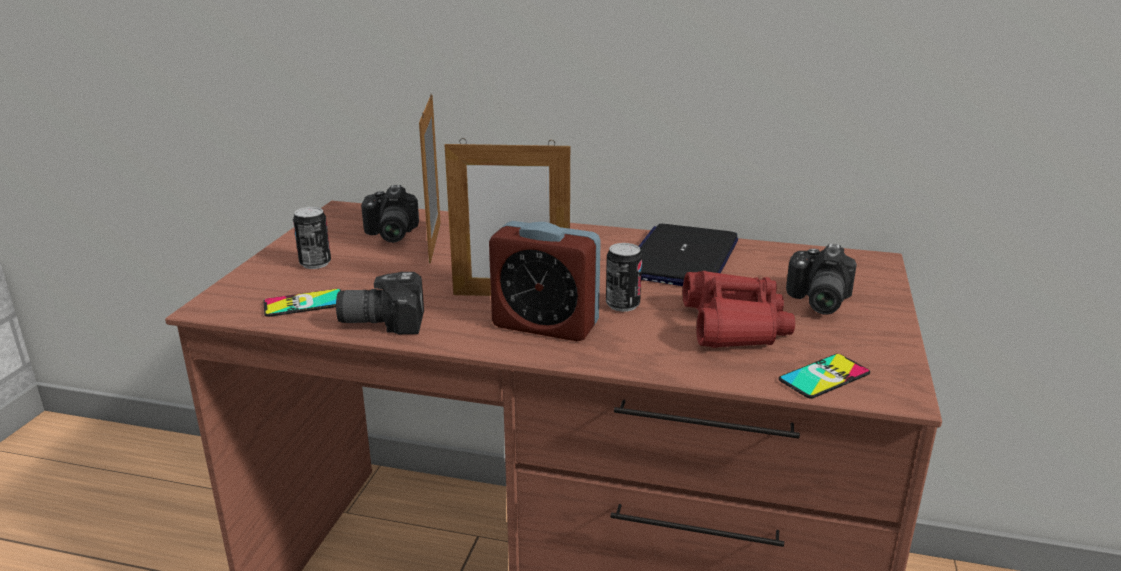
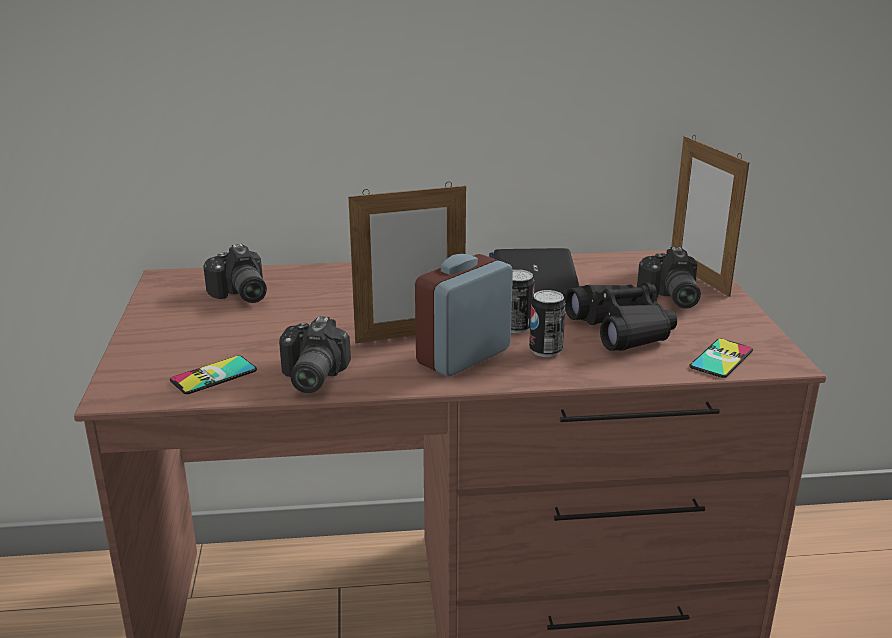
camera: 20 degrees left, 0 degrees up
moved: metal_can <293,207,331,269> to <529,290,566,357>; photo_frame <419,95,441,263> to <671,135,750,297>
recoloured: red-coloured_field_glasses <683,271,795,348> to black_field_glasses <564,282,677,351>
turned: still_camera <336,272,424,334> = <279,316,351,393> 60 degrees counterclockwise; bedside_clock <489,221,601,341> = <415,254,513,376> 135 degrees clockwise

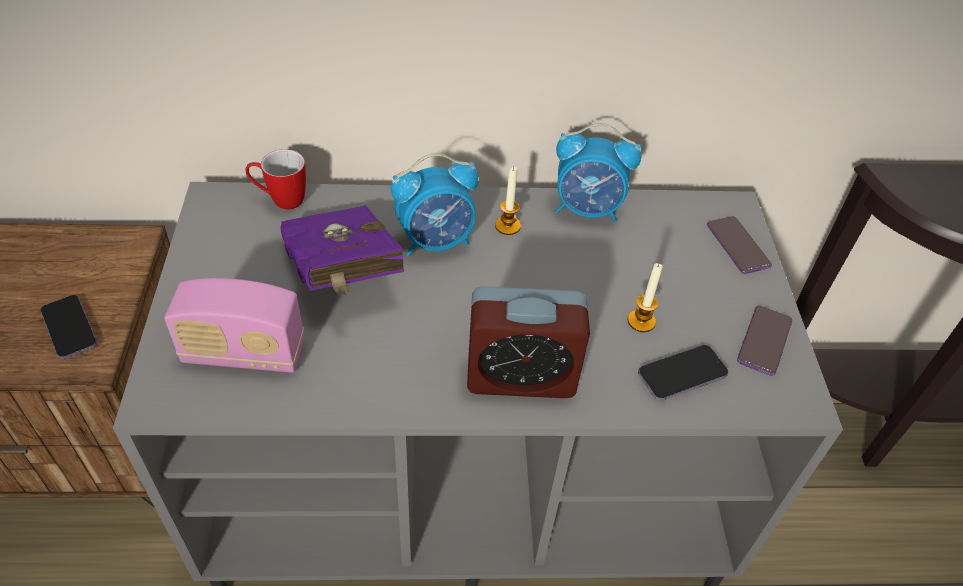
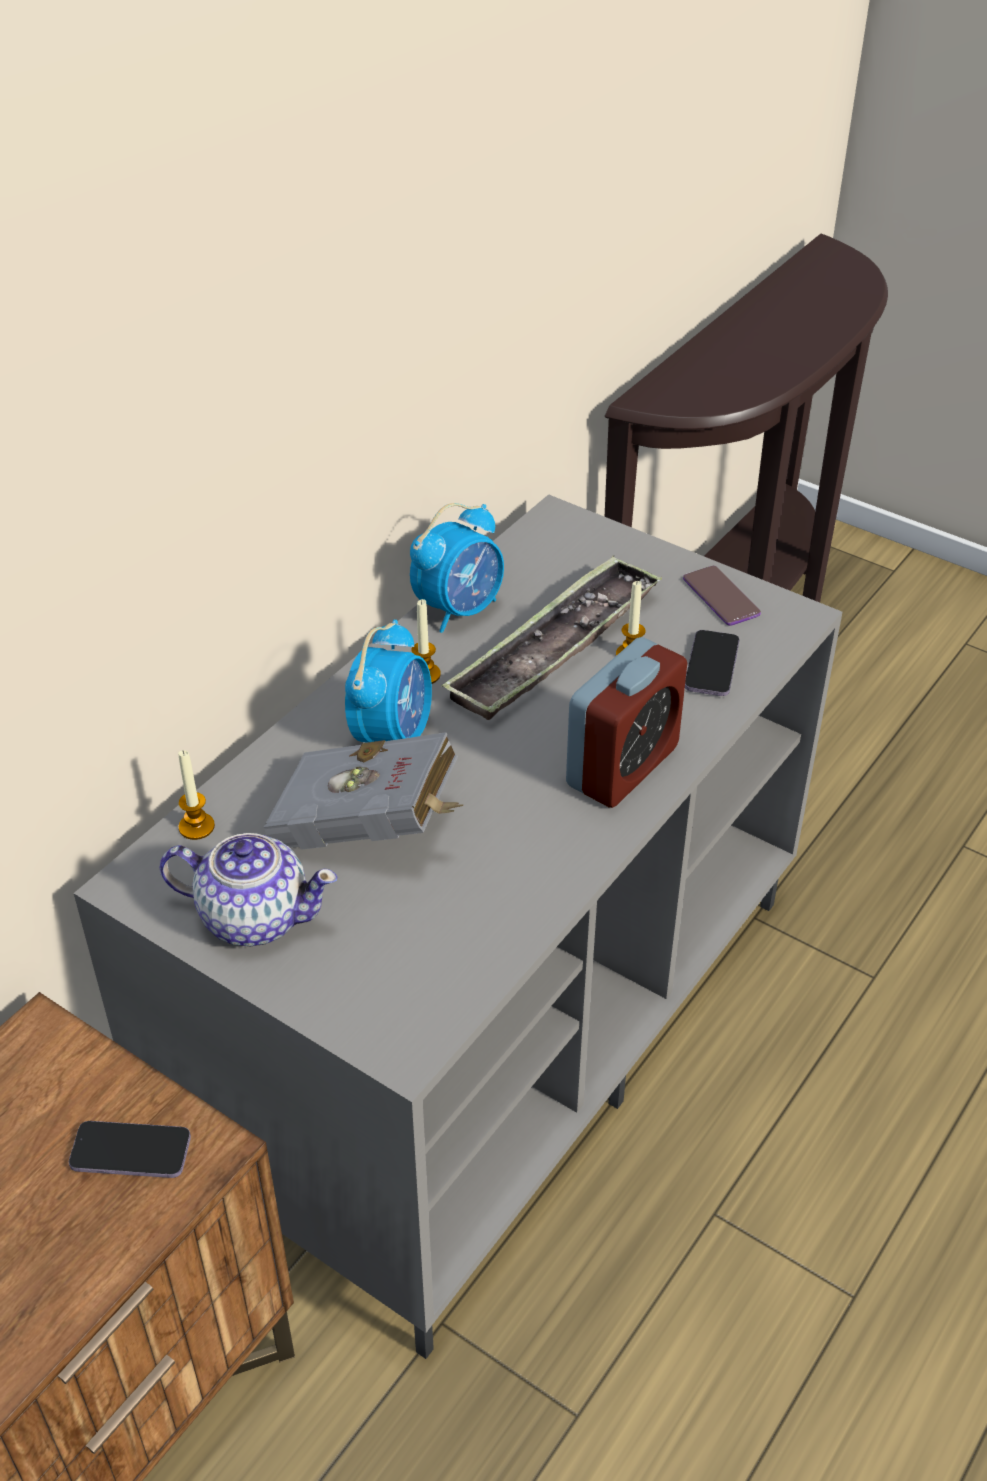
camera: 50 degrees left, 5 degrees down
removed: radio <165,278,304,373>; handset <707,216,772,274>
added: tea_pot <160,833,337,946>; carrying_tray <441,556,662,720>
replaced: coffee_mug <246,149,306,210> to wax_candle <178,750,215,840>
recoloured: purplish_bound_book <281,205,404,295> to gray_bound_book <264,732,463,850>

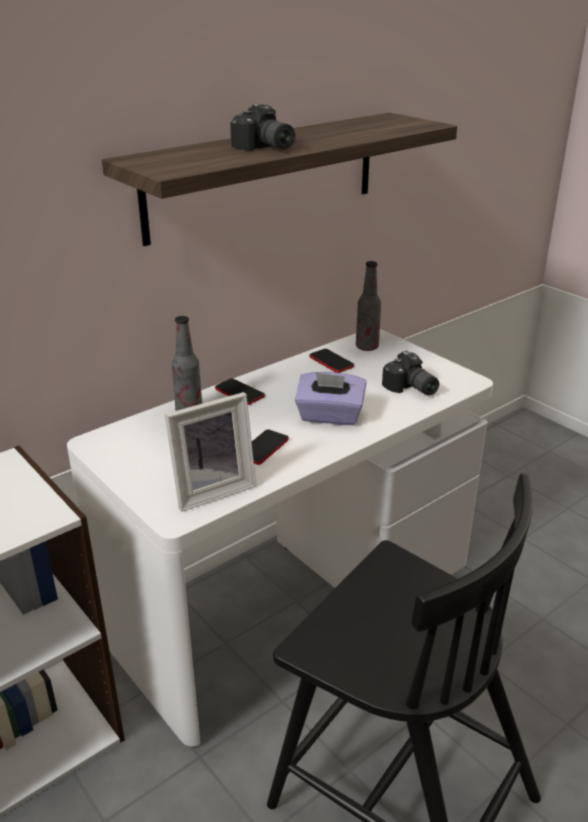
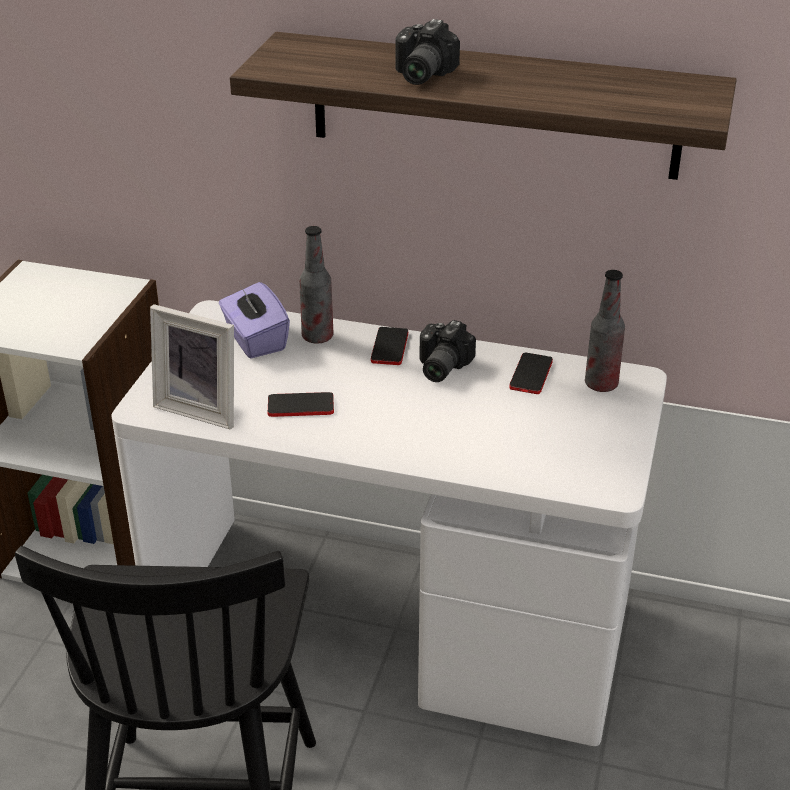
camera: 55 degrees right, 5 degrees up
moved: purplish_tissue_box <295,372,366,425> to <219,282,290,358>; still_camera <382,351,439,396> to <419,320,476,382>

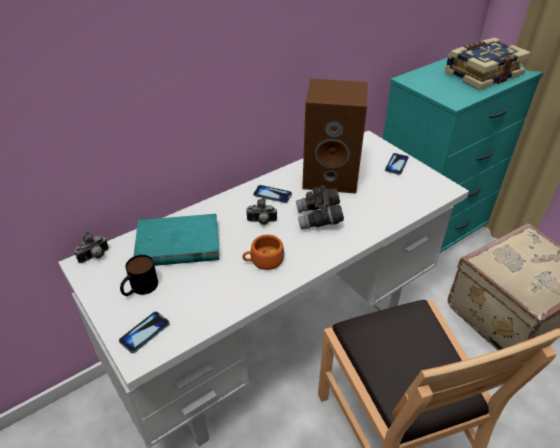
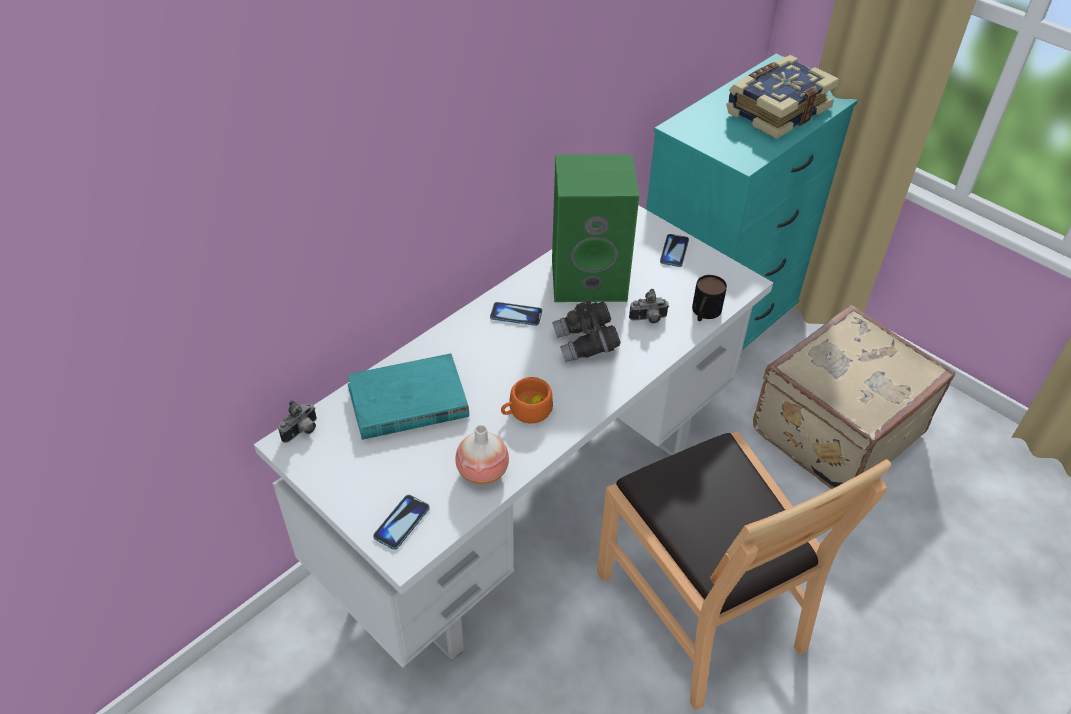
camera: 10 degrees left, 5 degrees up
added: vase <455,425,509,485>
moved: coffee_mug <120,255,158,296> to <692,275,727,321>; still_camera <246,197,277,225> to <629,289,669,323>
recoloured: brown-coloured_speaker <302,79,368,194> to green_speaker <552,154,639,302>

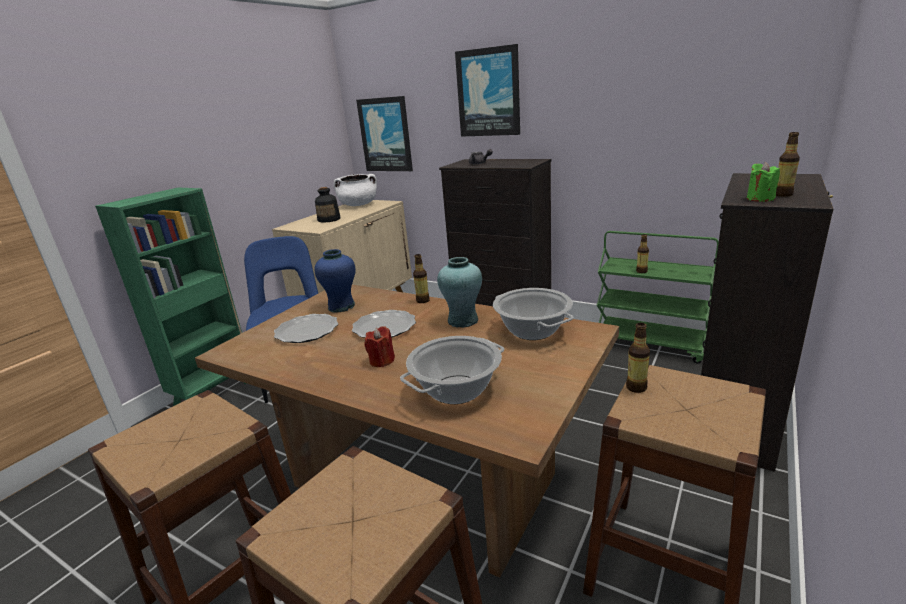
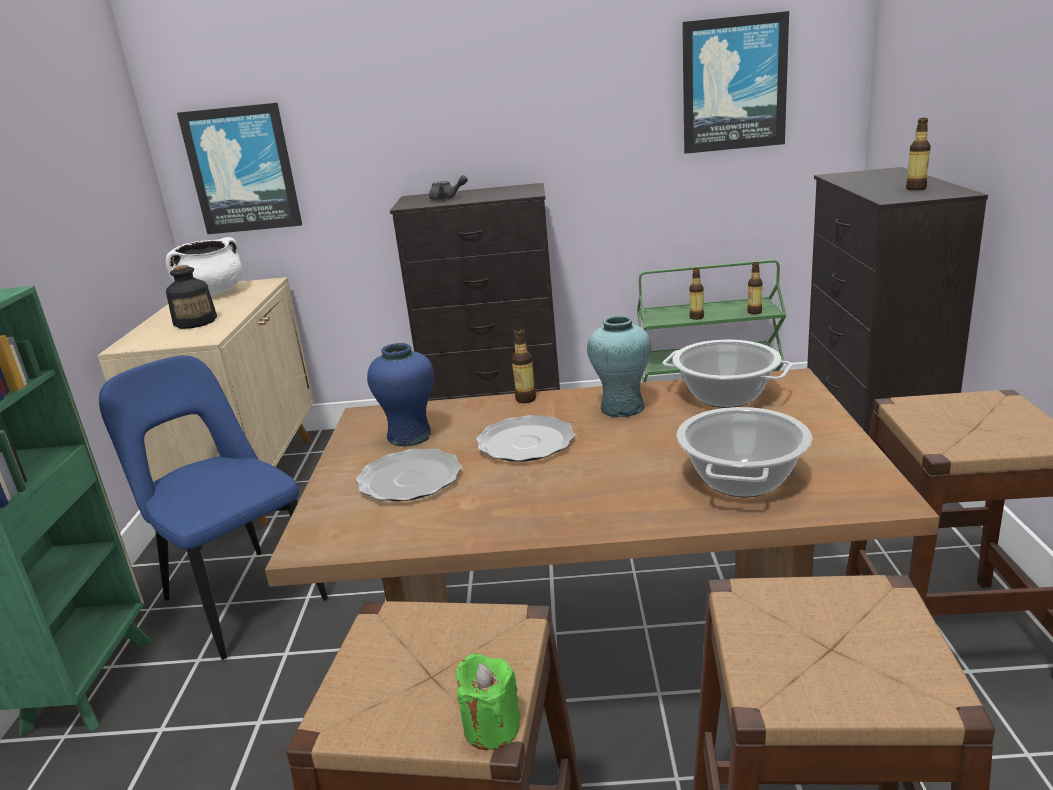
camera: 30 degrees left, 0 degrees up
removed: red-coloured_wax_candle <365,326,395,367>
moved: wall_picture <455,44,520,137> to <682,11,789,154>; beverage_bottle <626,322,650,393> to <747,262,763,314>; green_wax_candle <747,162,780,202> to <456,653,521,750>

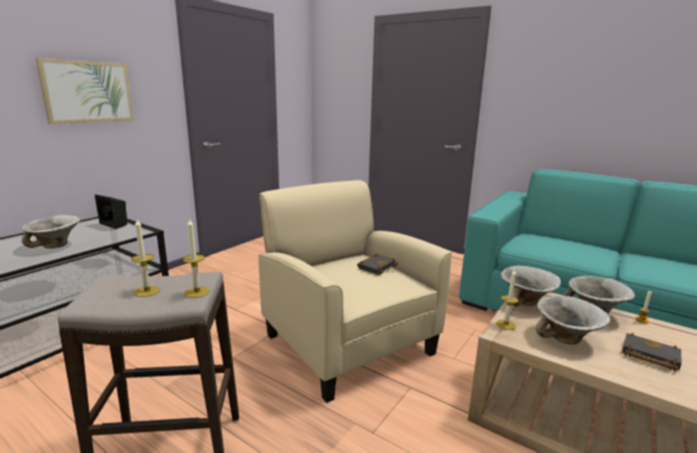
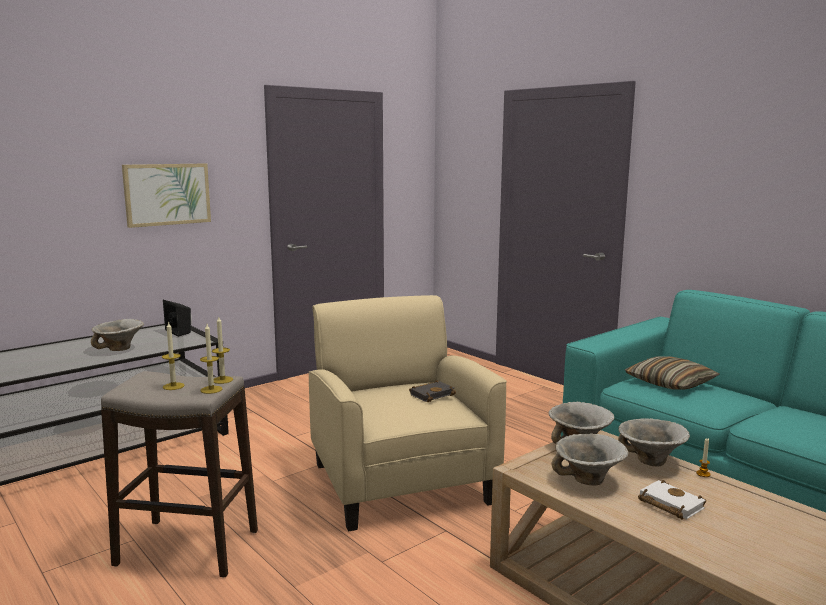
camera: 15 degrees right, 5 degrees down
added: cushion <625,356,719,390>
moved: wax_candle <496,269,519,330> to <212,317,233,384>
recoloured: black_bound_book <622,333,681,371> to whitish_bound_book <638,480,706,519>

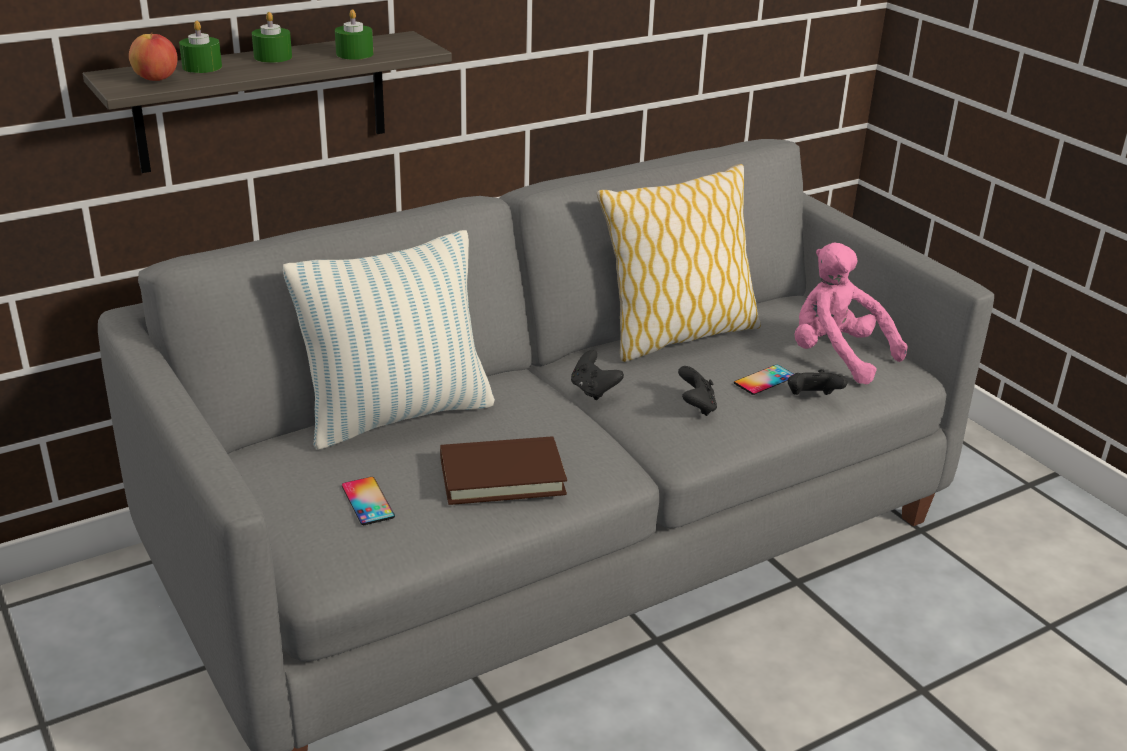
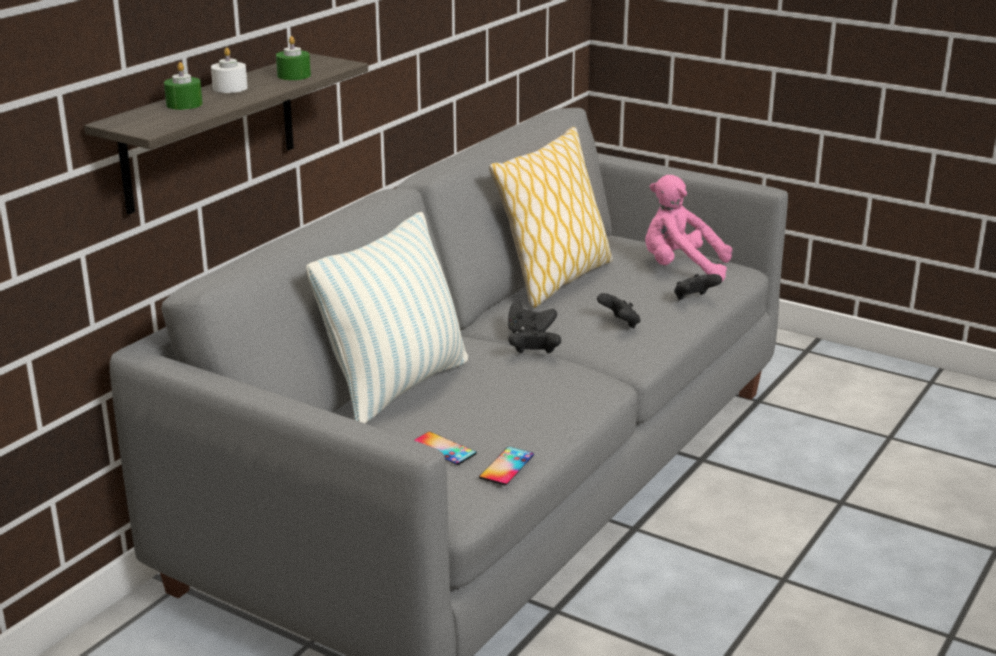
camera: 25 degrees left, 5 degrees down
removed: apple <129,33,178,81>; brown-coloured_bound_book <440,437,567,505>
added: black_joypad <508,330,561,354>
moved: handset <734,364,794,395> to <479,447,534,485>
recoloured: green_wax_candle <252,12,292,63> to whitish_wax_candle <211,47,248,93>

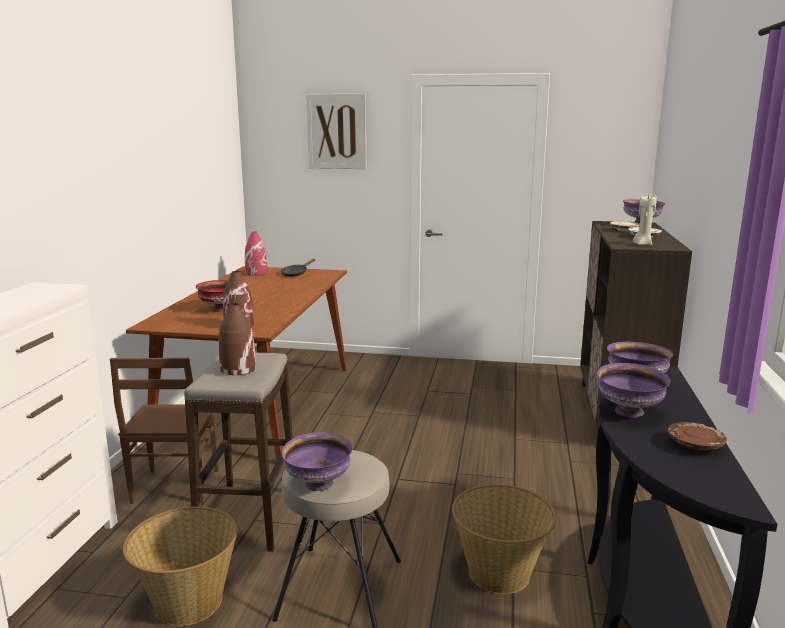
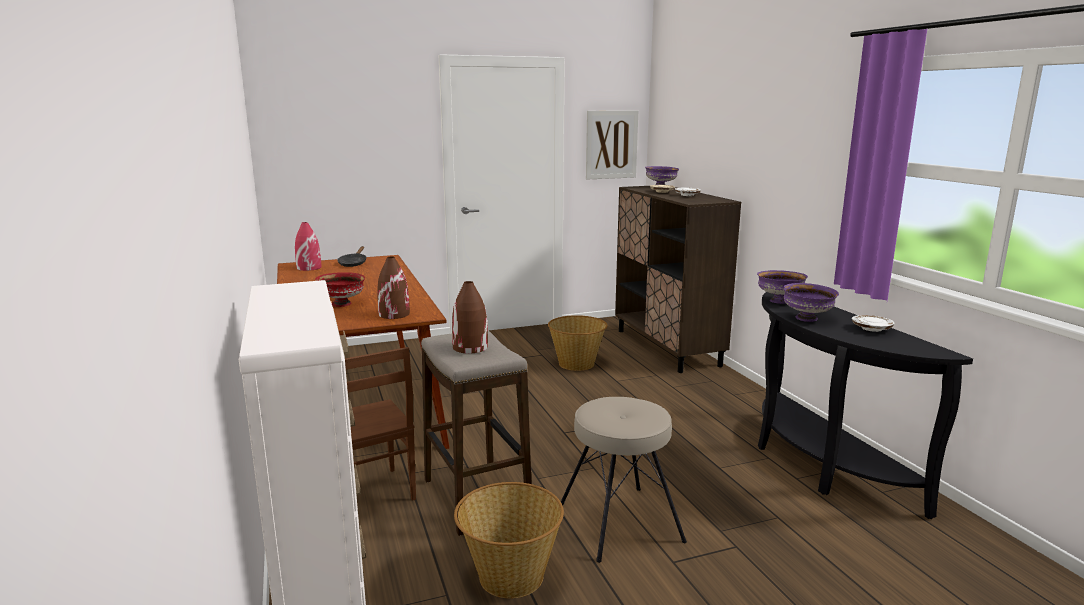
camera: 30 degrees left, 0 degrees up
removed: purplish_bowl <281,432,353,491>; beige-coloured_wax_candle <633,194,657,246>
moved: wall_picture <306,94,366,169> to <586,110,638,179>; storage_basket <452,484,557,594> to <548,315,608,371>
recoloured: brown-coloured_plate <668,422,727,451> to whitish_plate <852,315,894,332>

